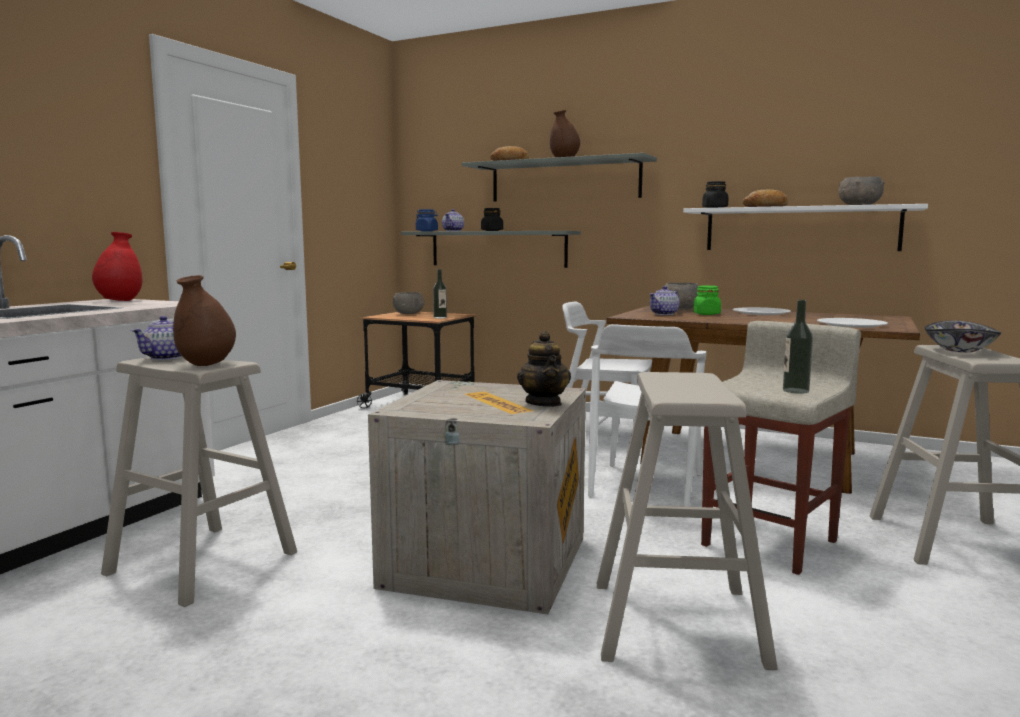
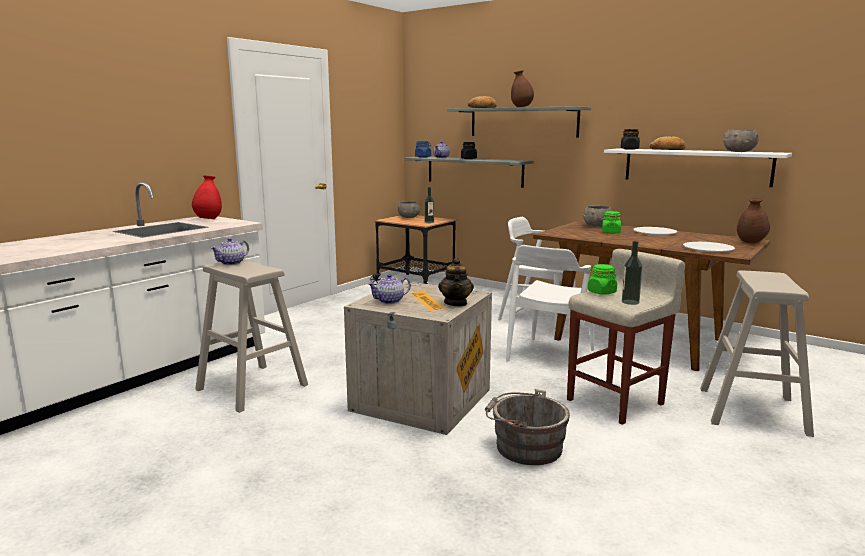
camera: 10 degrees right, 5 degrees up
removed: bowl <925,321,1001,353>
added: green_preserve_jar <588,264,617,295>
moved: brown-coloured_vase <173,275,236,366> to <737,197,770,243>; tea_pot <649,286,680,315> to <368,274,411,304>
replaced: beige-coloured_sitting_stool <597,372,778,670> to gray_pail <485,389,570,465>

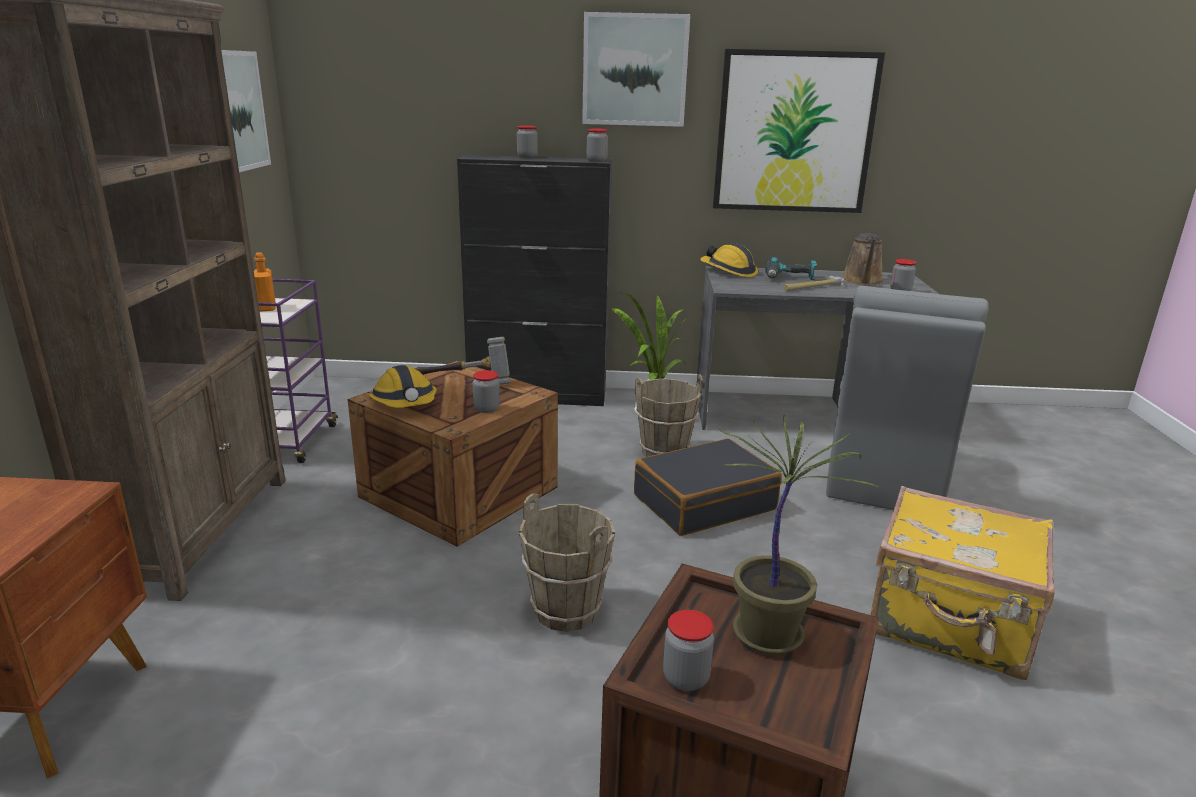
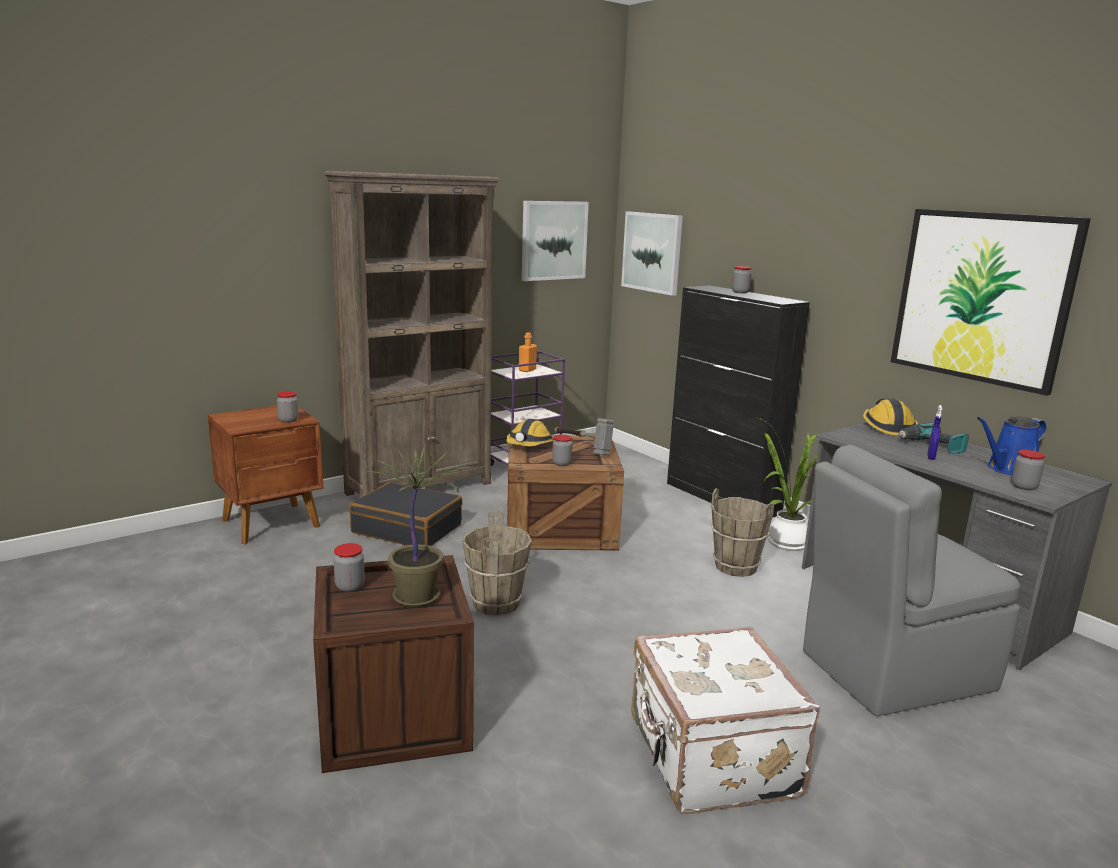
camera: 50 degrees right, 5 degrees down
moved: wall_picture <582,12,690,127> to <621,212,683,296>; preserve_jar <587,128,608,162> to <277,391,299,423>; black_piece_of_luggage <634,438,782,536> to <349,482,463,546>
replaced: tool_hammer <784,276,844,291> to blue_hand_sprayer <927,405,942,460>
recoloured: brown-coloured_watering_can <842,233,884,286> to blue_watering_can <977,416,1047,475>; yellow_piece_of_luggage <870,486,1054,680> to whitish_piece_of_luggage <631,627,819,814>

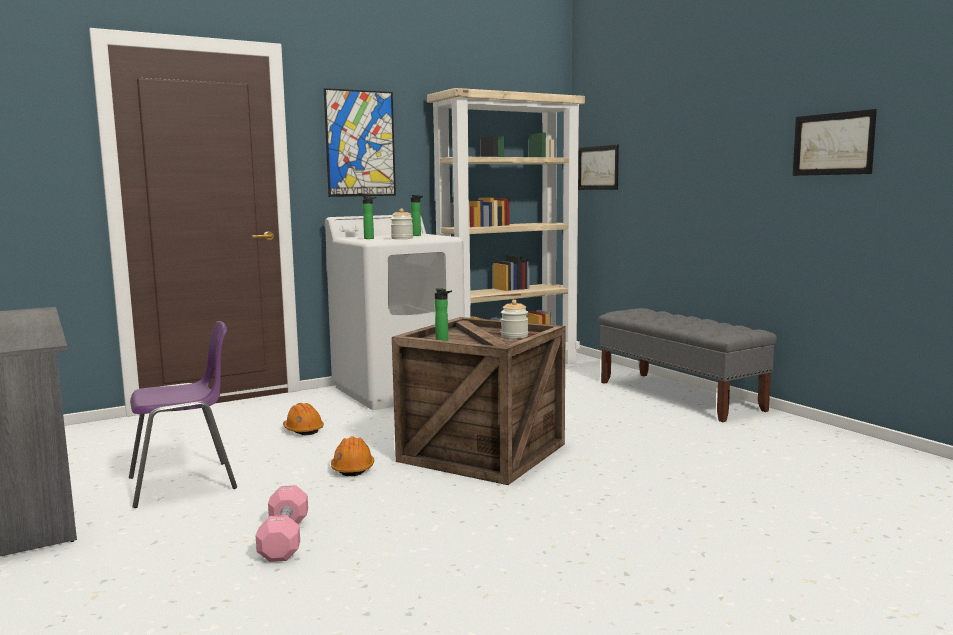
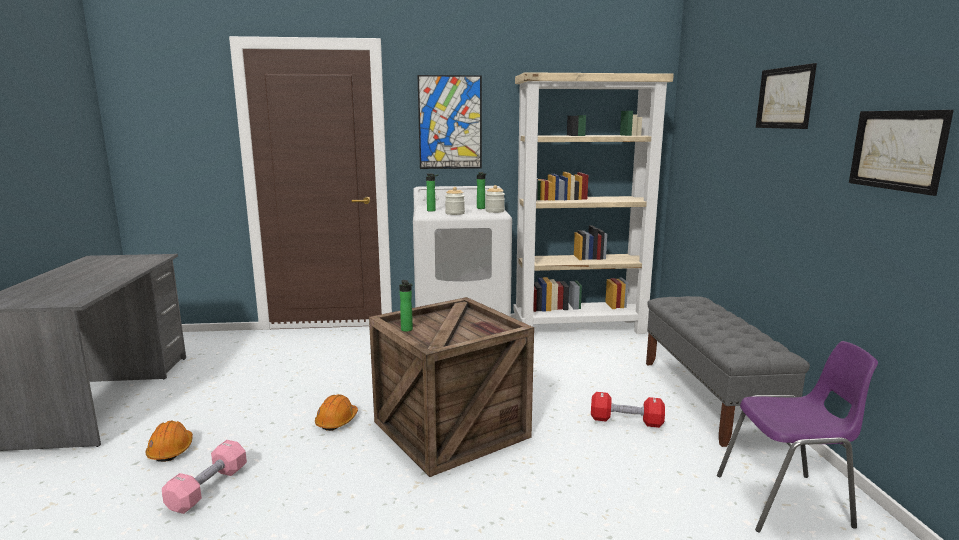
camera: 25 degrees right, 5 degrees up
added: red-coloured_hand_weight <591,392,665,428>
moved: purplish_chair <129,321,237,508> to <717,341,878,533>; orangey_work_helmet <283,403,324,435> to <145,421,193,462>; preserve_jar <501,300,528,339> to <486,185,505,213>; wall_picture <578,145,619,190> to <756,63,817,129>

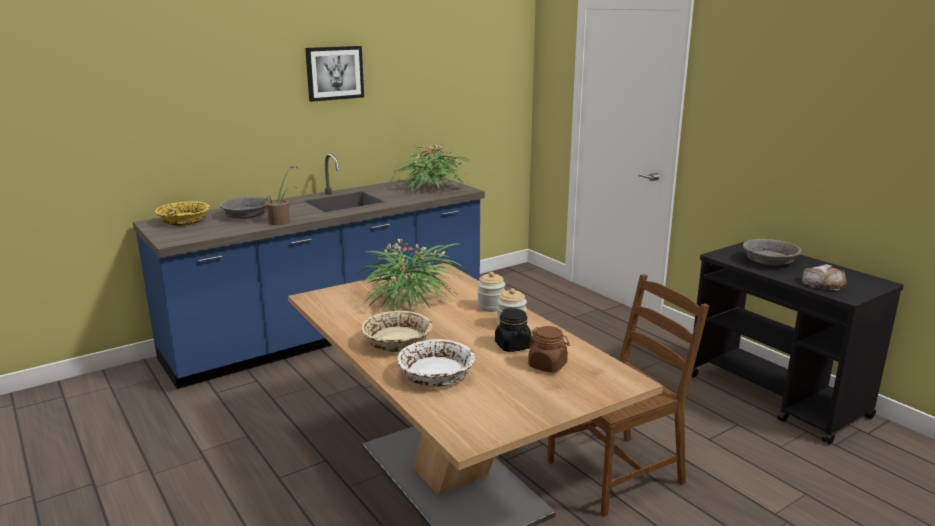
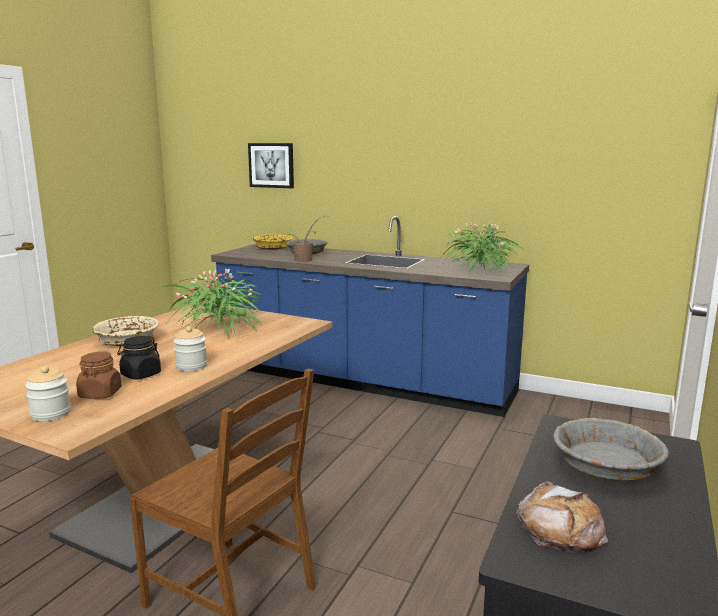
camera: 60 degrees right, 5 degrees down
removed: whitish_bowl <397,339,475,387>
moved: wall_picture <305,46,364,102> to <248,143,294,188>; preserve_jar <477,272,505,312> to <25,366,71,421>

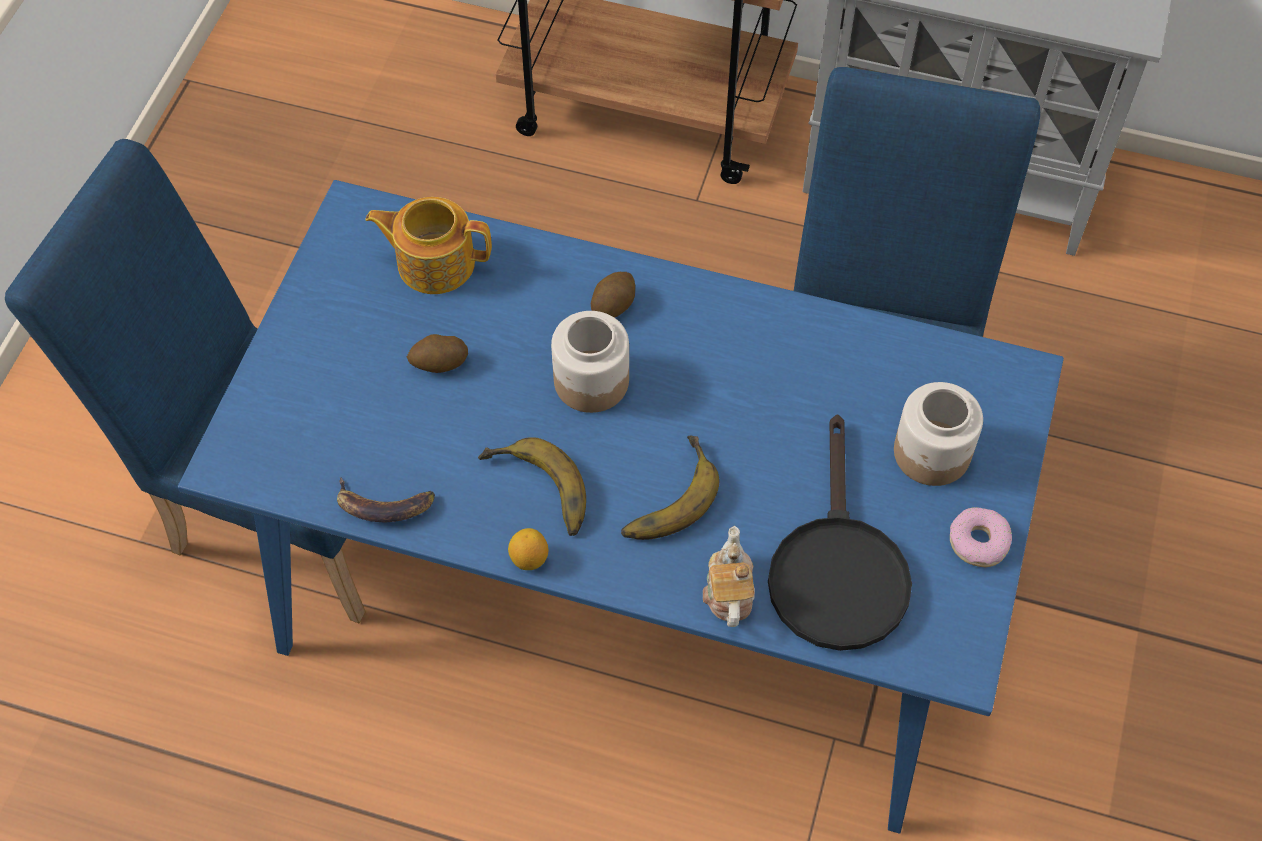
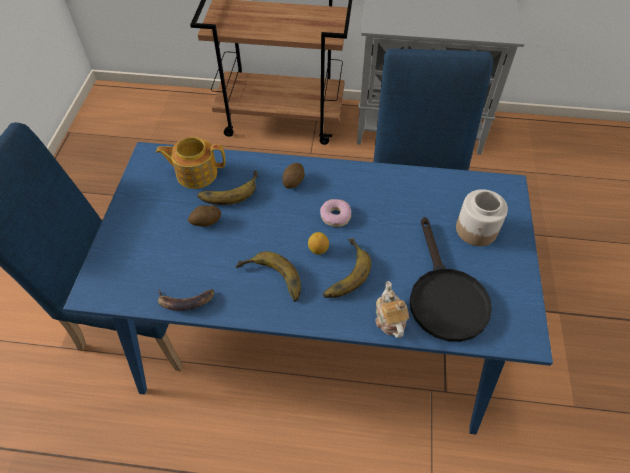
camera: 10 degrees left, 5 degrees down
removed: preserve_jar <551,311,629,413>
added: banana <197,170,258,205>
moved: citrus_fruit <508,528,549,570> to <308,232,329,255>; doughnut <950,507,1012,567> to <320,199,351,227>

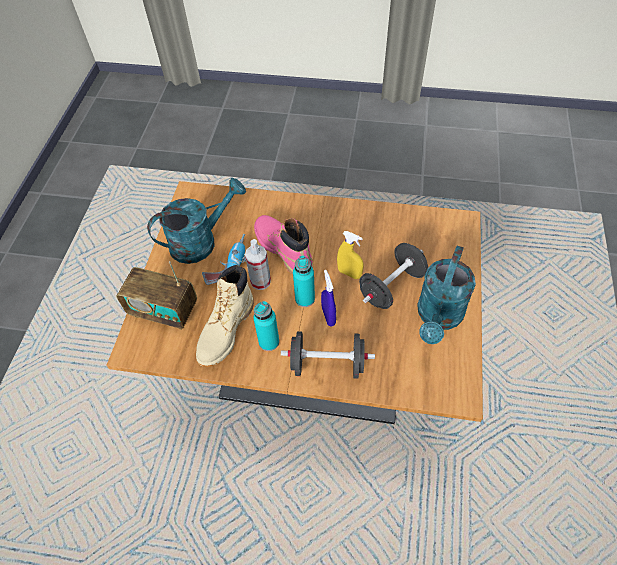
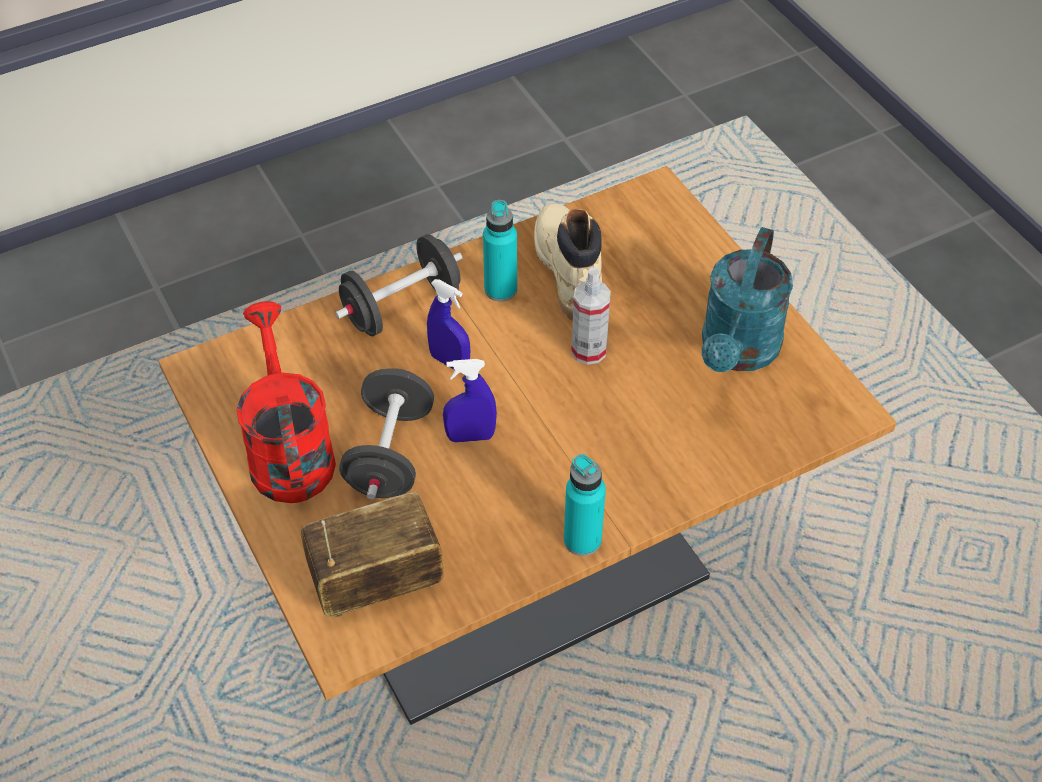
camera: 140 degrees right, 5 degrees down
removed: power_drill <202,234,246,285>; pink-coloured_boot <254,215,313,275>
moved: radio <117,261,197,330> to <301,492,444,617>; turquoise_beverage_bottle <293,256,315,307> to <564,454,606,556>
recoloured: yellow_hand_sprayer <337,231,364,279> to blue_hand_sprayer <443,359,497,443>; turquoise_watering_can <417,246,476,344> to red-coloured_watering_can <237,301,336,503>

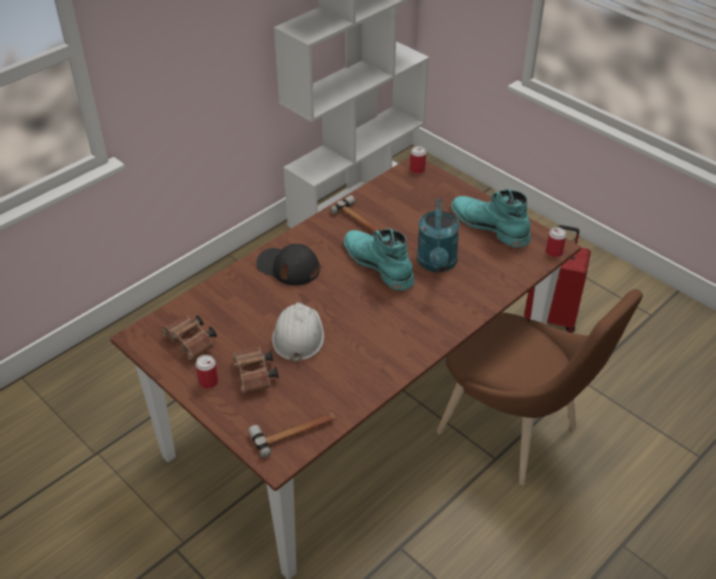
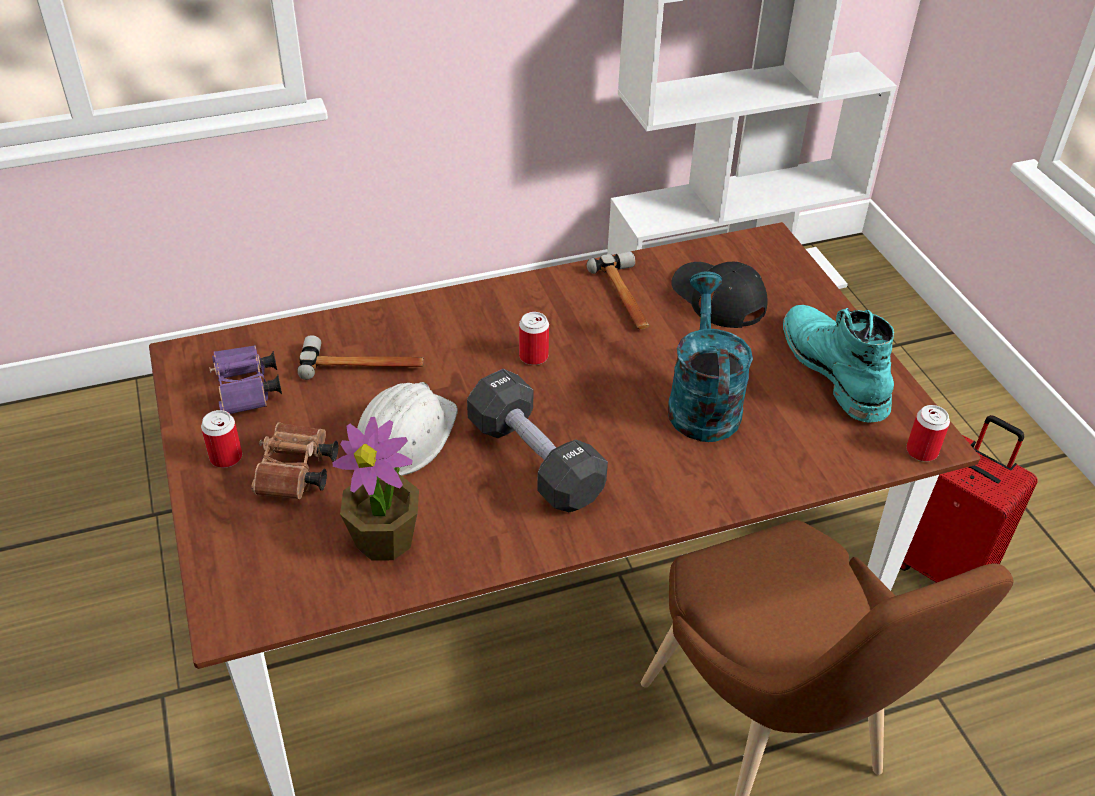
camera: 25 degrees right, 0 degrees up
removed: turquoise_boot <343,228,414,291>
added: plant_in_a_pot <333,417,419,561>; black_hand_weight <467,369,608,512>
moved: tool_hammer <248,413,335,458> to <297,336,424,380>; black_baseball_cap <256,244,320,286> to <671,262,768,328>; metal_can <410,146,426,174> to <519,312,549,365>
recoloured: brown-coloured_field_glasses <162,315,217,360> to purplish_field_glasses <209,345,282,414>
turned: turquoise_watering_can <417,199,460,273> = <668,271,753,442> 150 degrees clockwise

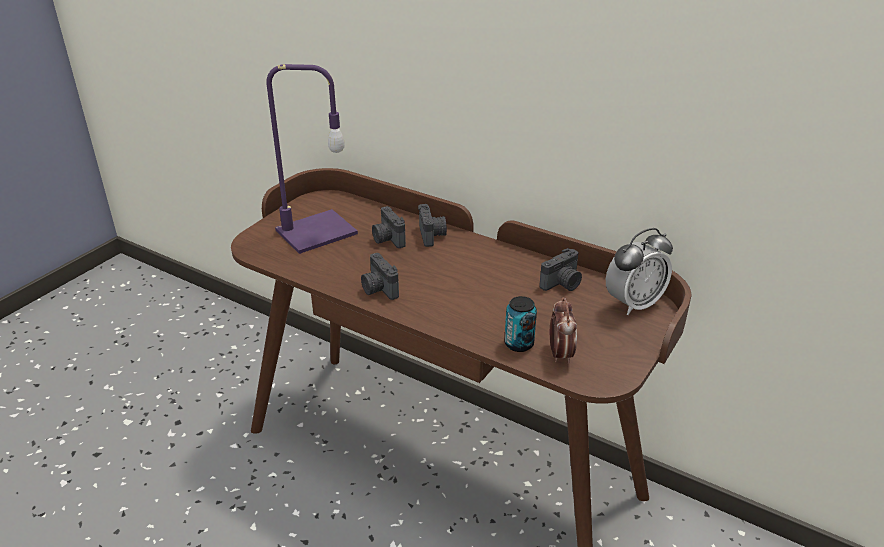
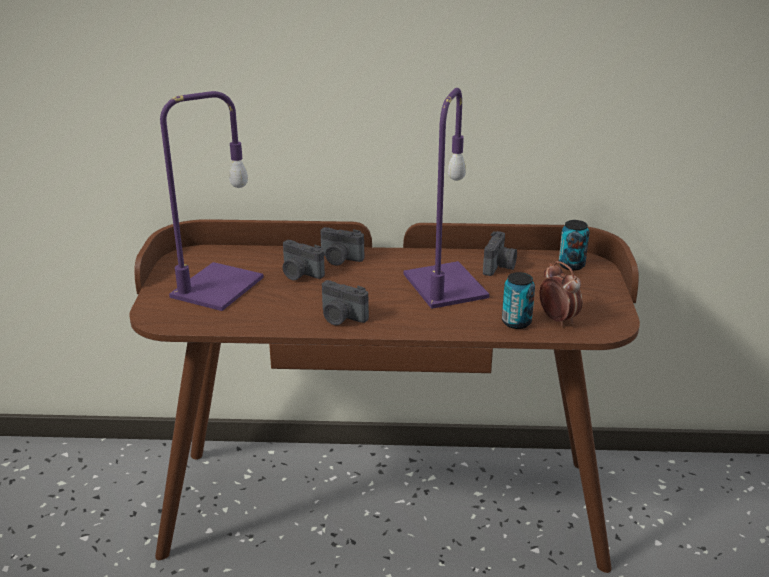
camera: 30 degrees left, 5 degrees down
added: purplish_lamp_for_a_table <404,88,489,309>
replaced: bedside_clock <606,228,673,315> to metal_can <559,220,589,271>
turned: still_camera <418,204,447,247> = <320,227,364,266> 150 degrees clockwise

